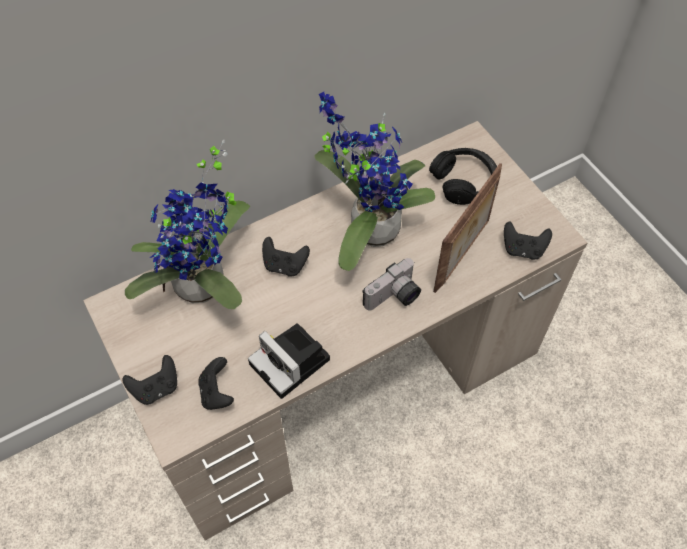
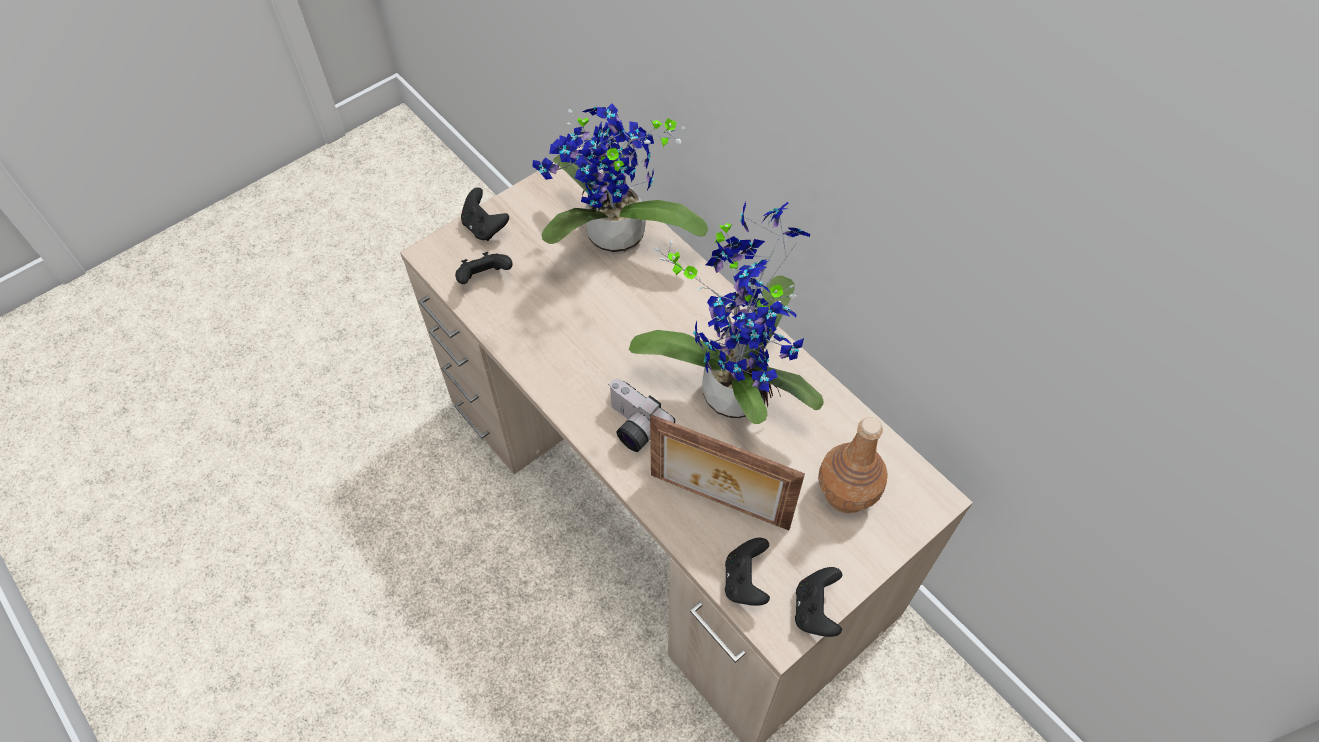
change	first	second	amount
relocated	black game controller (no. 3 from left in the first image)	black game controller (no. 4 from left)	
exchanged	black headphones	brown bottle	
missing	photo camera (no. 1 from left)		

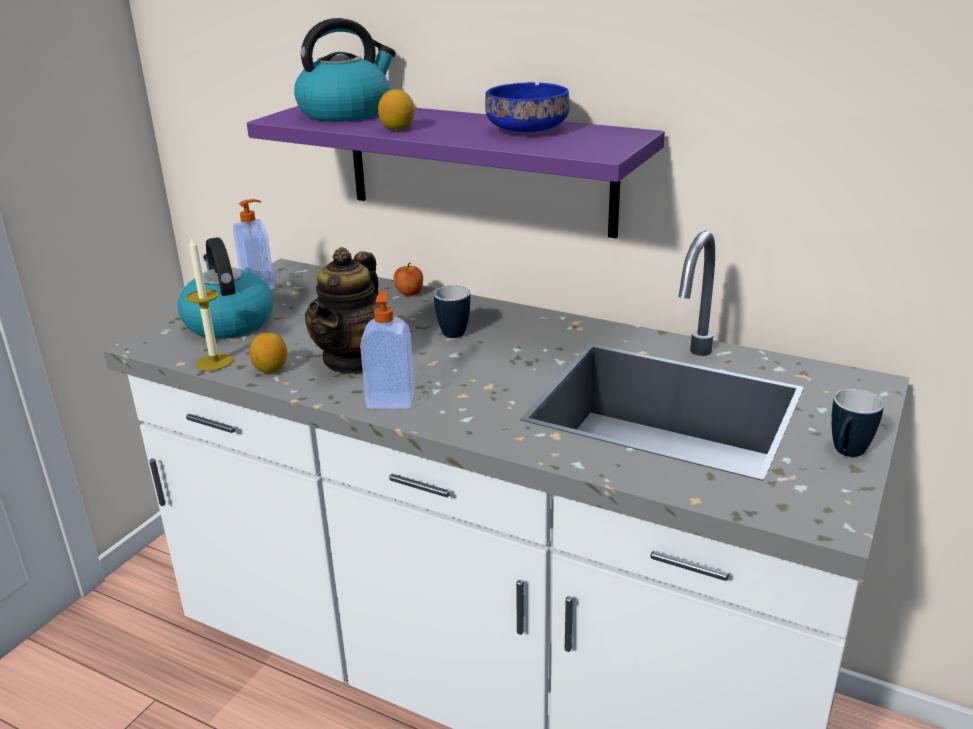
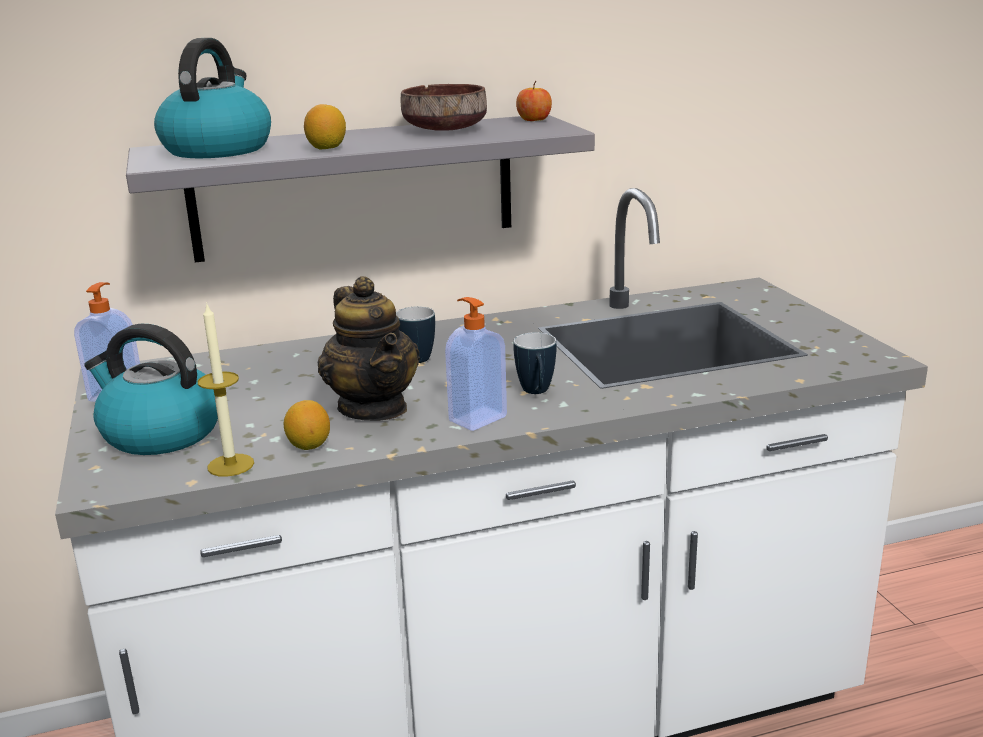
change	first	second	amount
colour	purple shelf	grey shelf	
colour	blue bowl	brown bowl	
relocated	mug (no. 2 from left)		
relocated	apple		

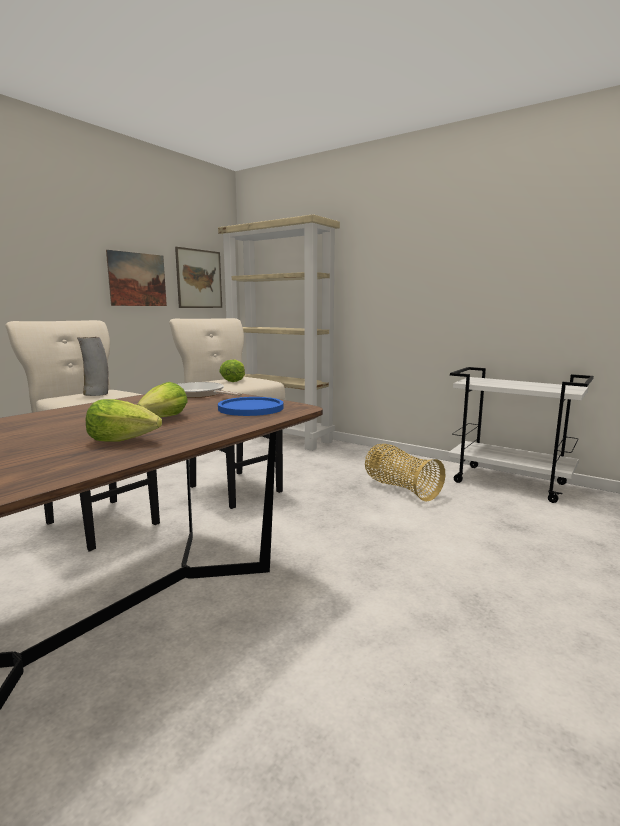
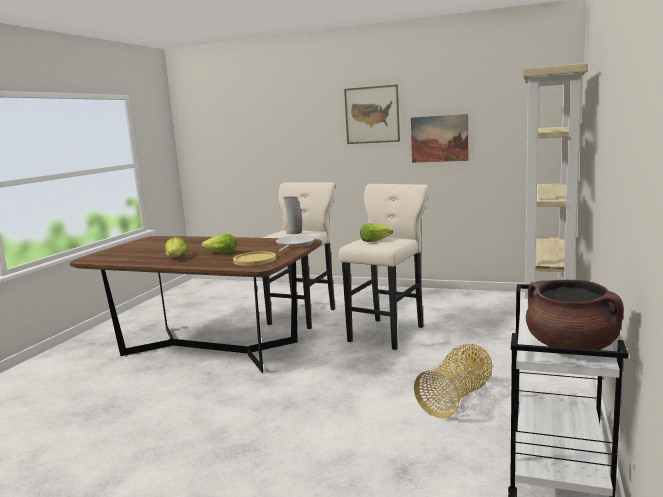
change	first	second	amount
colour	blue plate	yellow plate	
relocated	picture (no. 2 from left in the first image)	picture (no. 1 from left)	
appeared		brown cooking pot	

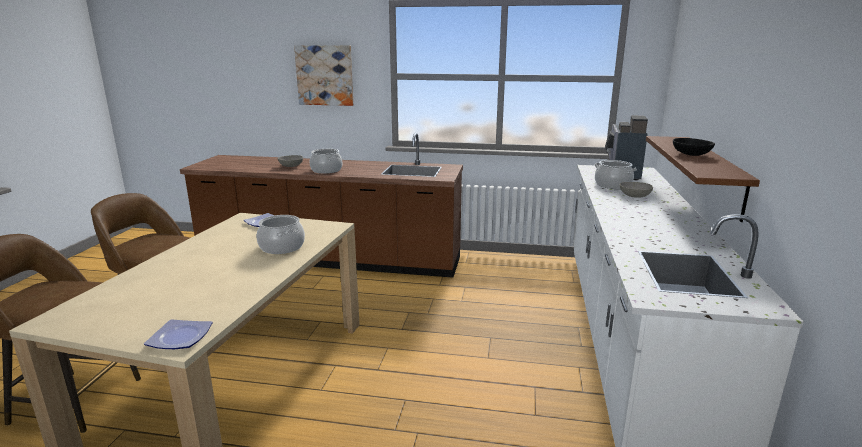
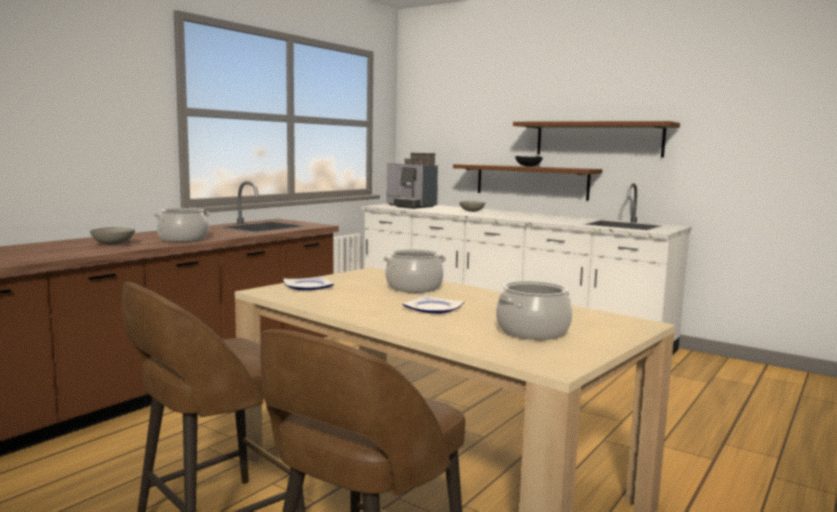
change	first	second	amount
relocated	plate (no. 1 from left in the first image)	plate (no. 2 from left)	
relocated	cooking pot (no. 3 from left)		
appeared		brown shelf (no. 2 from left)	
missing	picture		

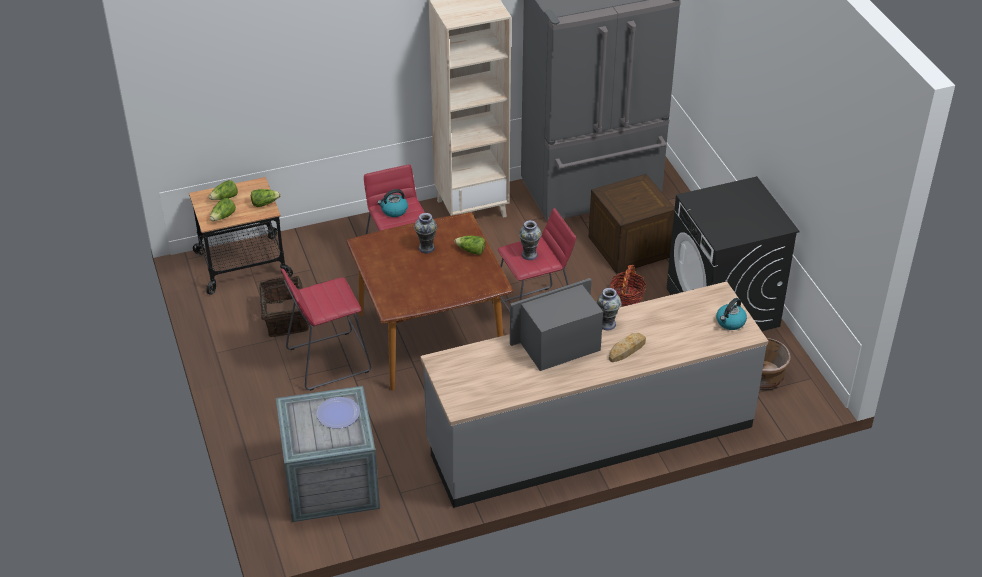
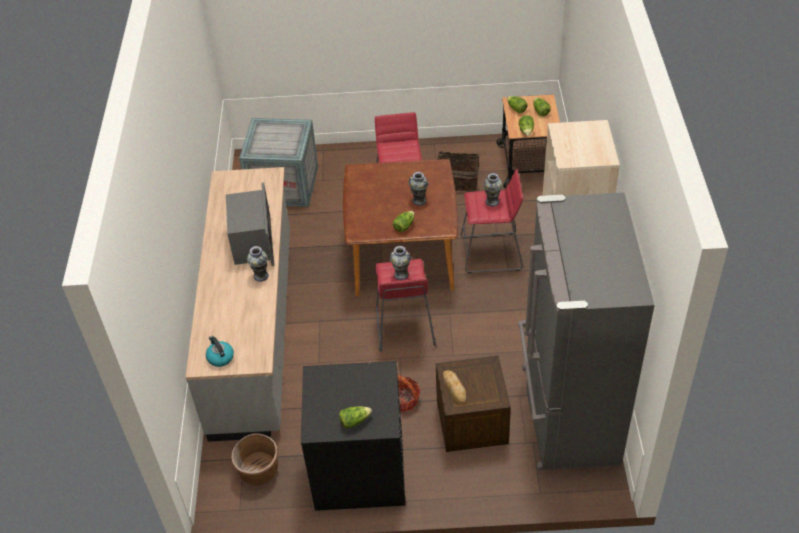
change	first	second	amount
appeared		lettuce (no. 1 from left)	
relocated	bread		
exchanged	kettle (no. 1 from left)	vase (no. 4 from left)	
missing	plate		

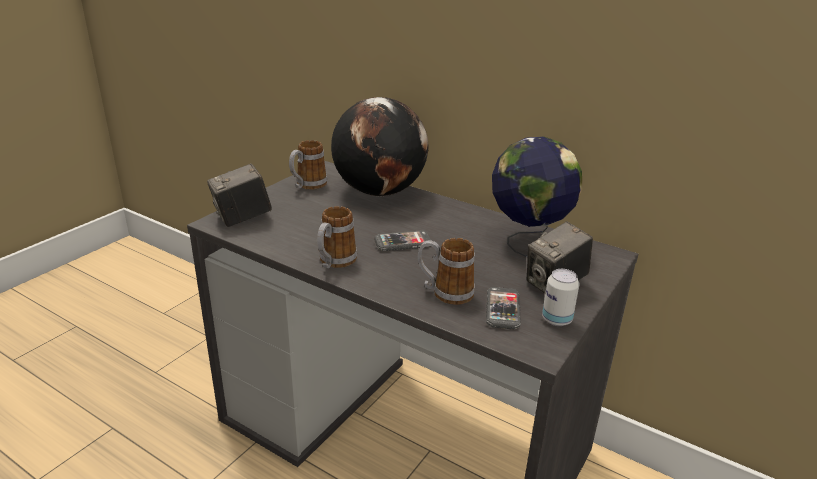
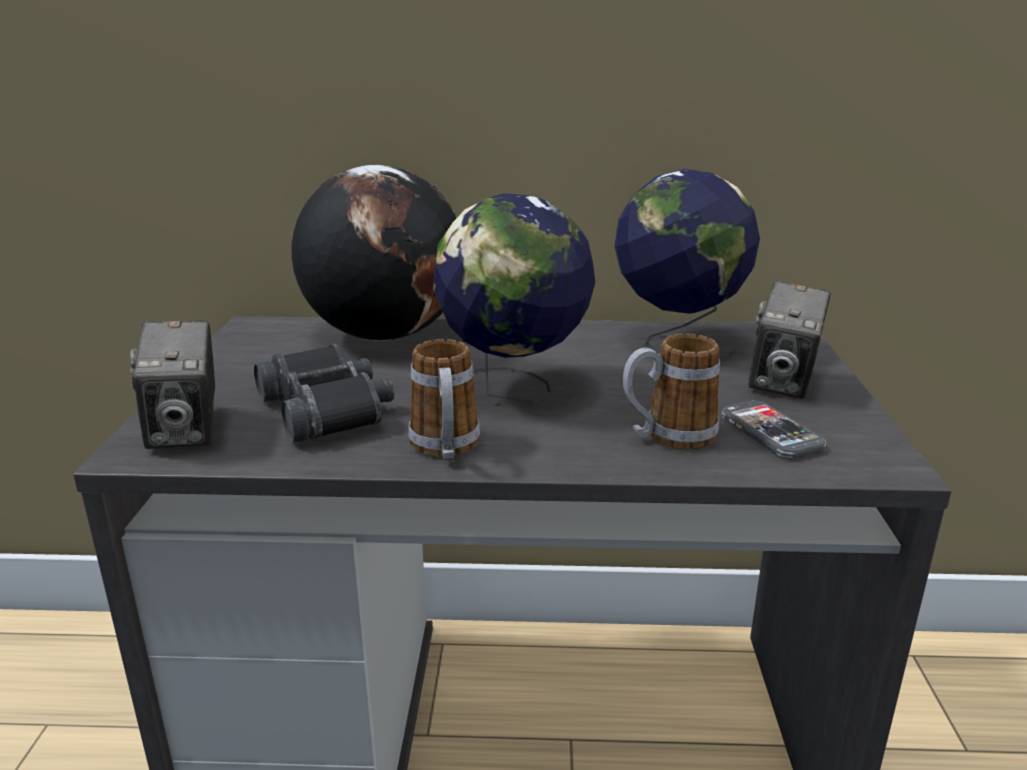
change	first	second	amount
spun	photo camera (no. 1 from left)		45 degrees counterclockwise
appeared		black binoculars	
exchanged	phone (no. 1 from left)	globe (no. 2 from left)	
missing	mug (no. 1 from left)		
missing	can		

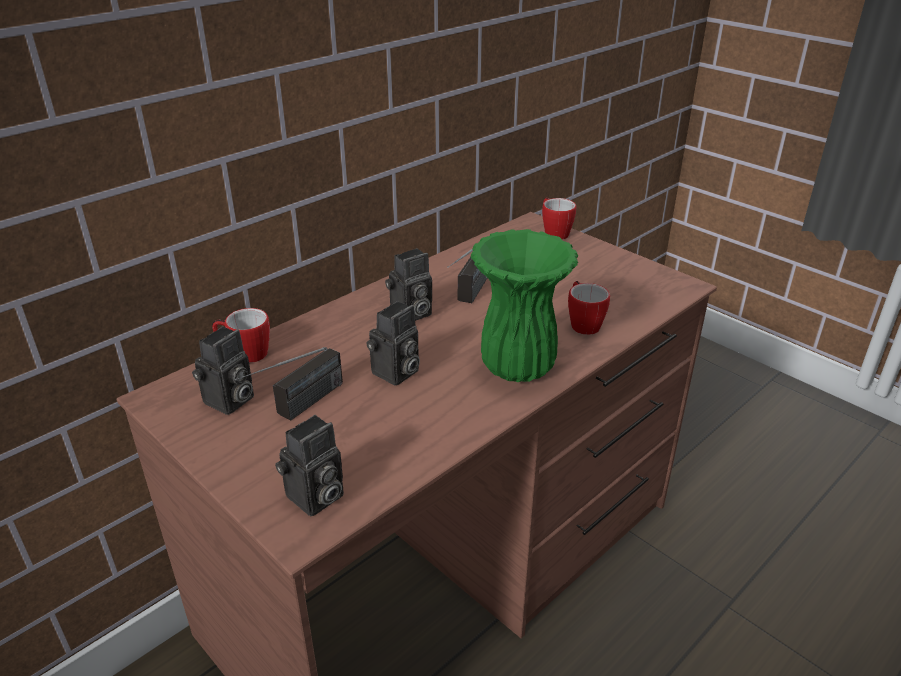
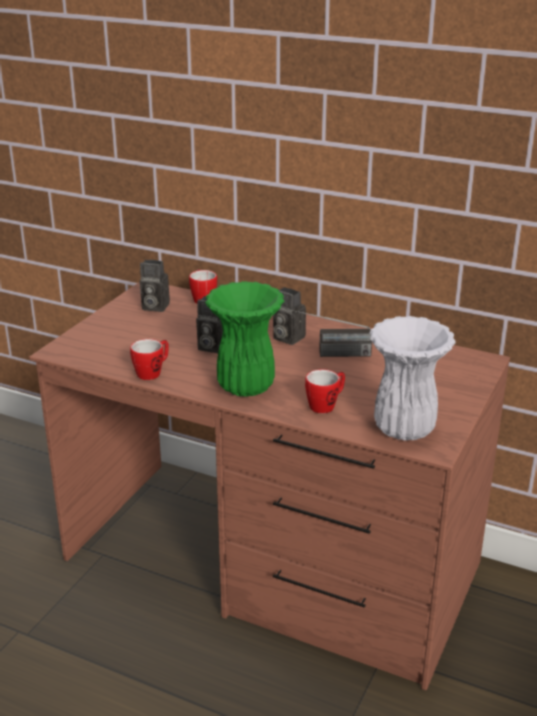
change	first	second	amount
relocated	mug (no. 2 from left in the first image)	mug (no. 1 from left)	
appeared		white vase	
missing	radio (no. 1 from left)		
missing	photo camera (no. 2 from left)		

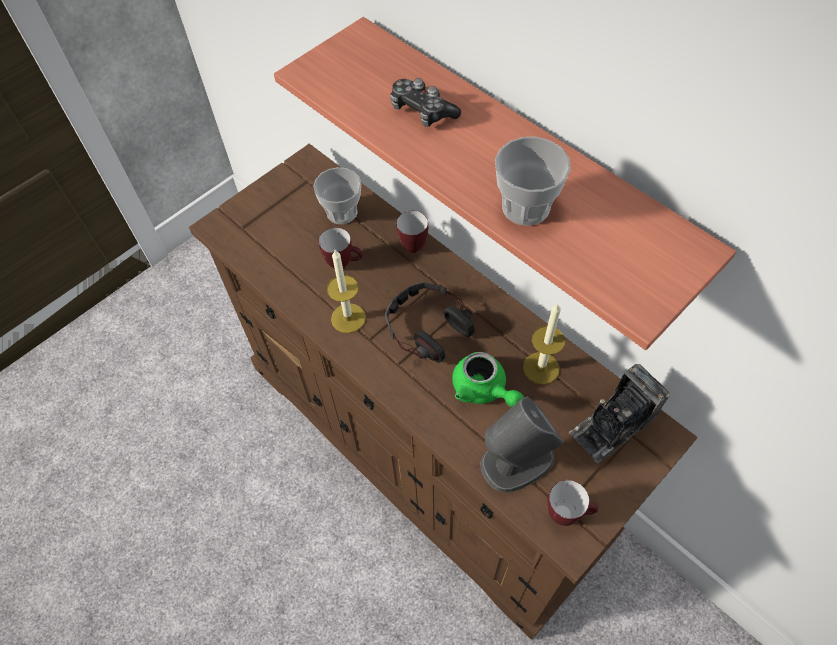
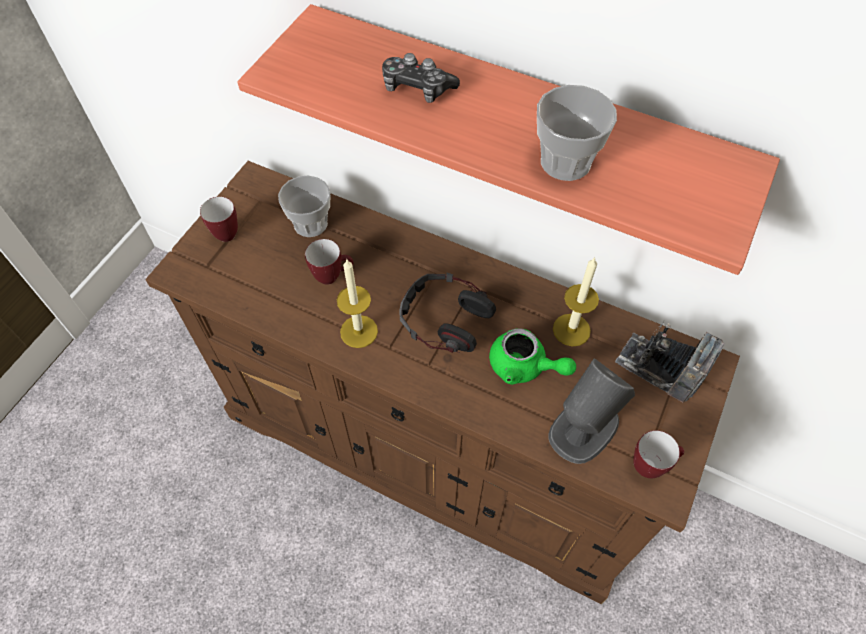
change	first	second	amount
relocated	mug (no. 2 from left in the first image)	mug (no. 1 from left)	
spun	photo camera		90 degrees clockwise

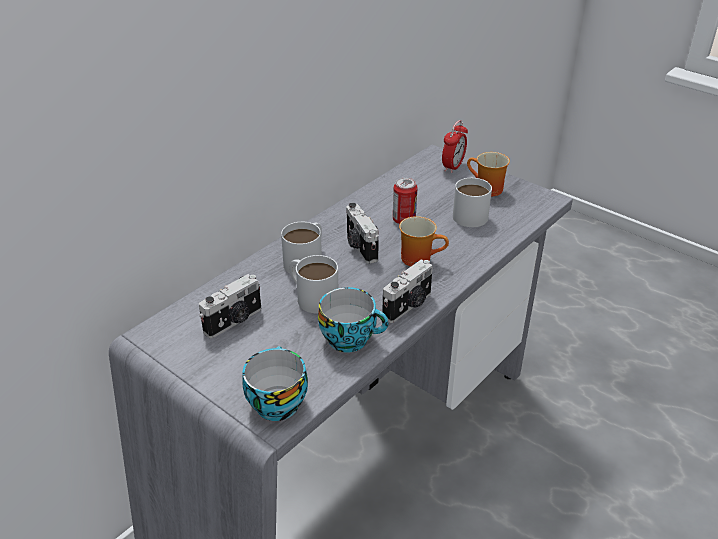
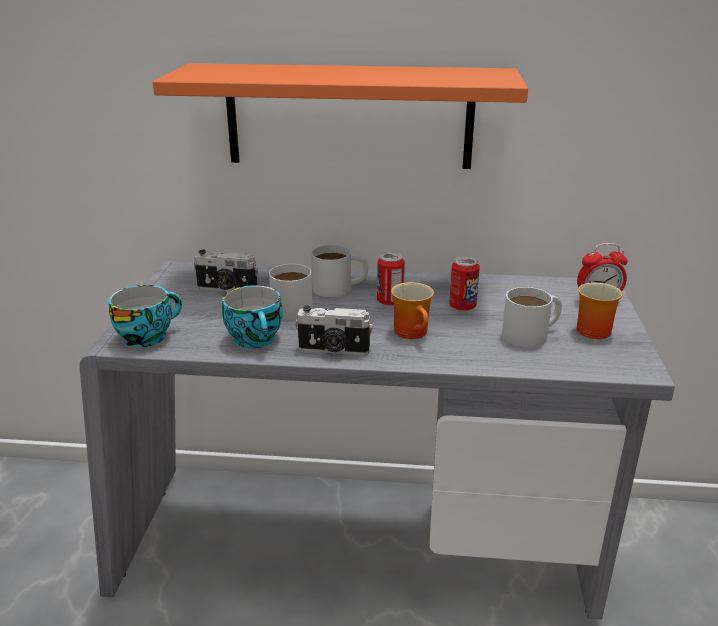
change	first	second	amount
appeared		orange shelf	
exchanged	photo camera (no. 2 from left)	can (no. 1 from left)	

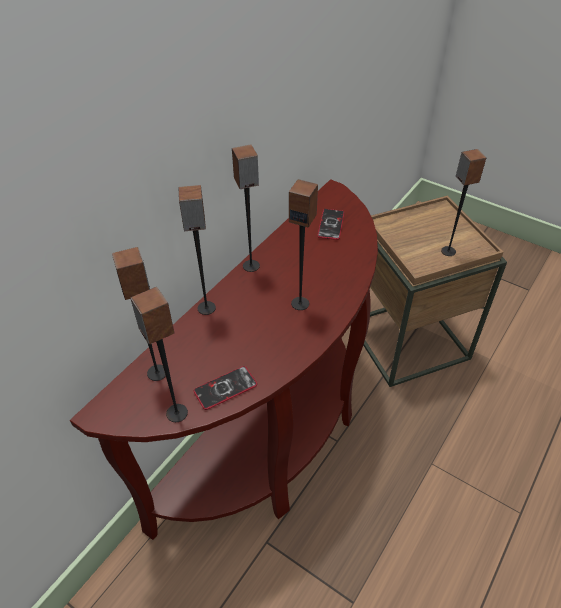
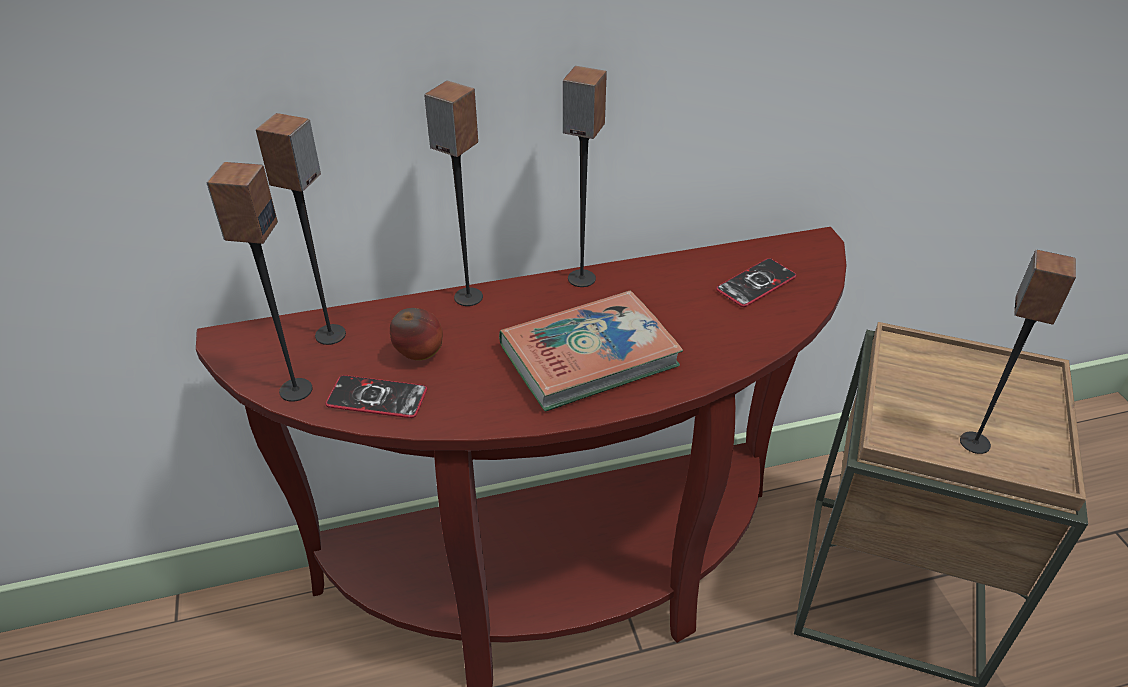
change	first	second	amount
appeared		apple	
exchanged	speaker (no. 5 from left)	book	

